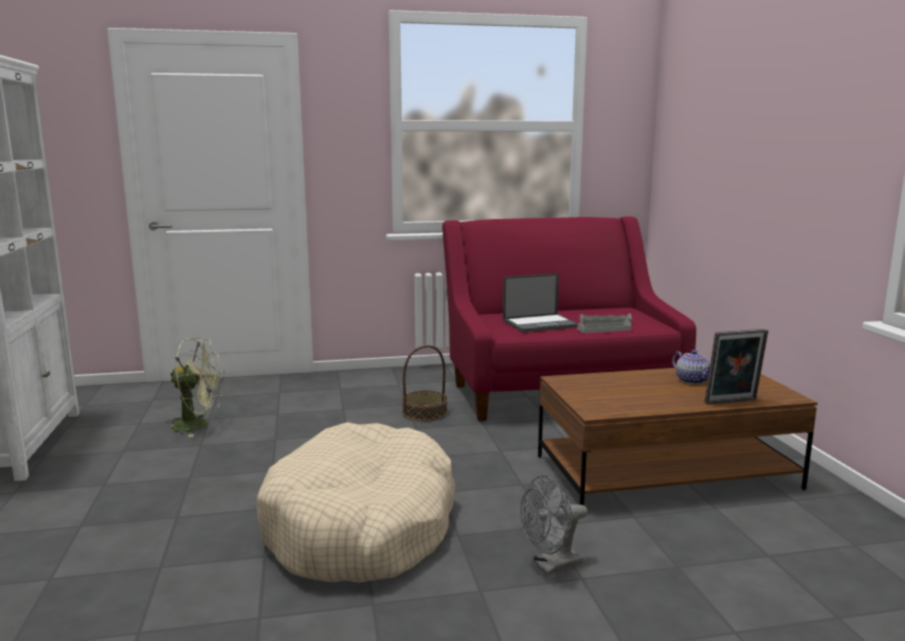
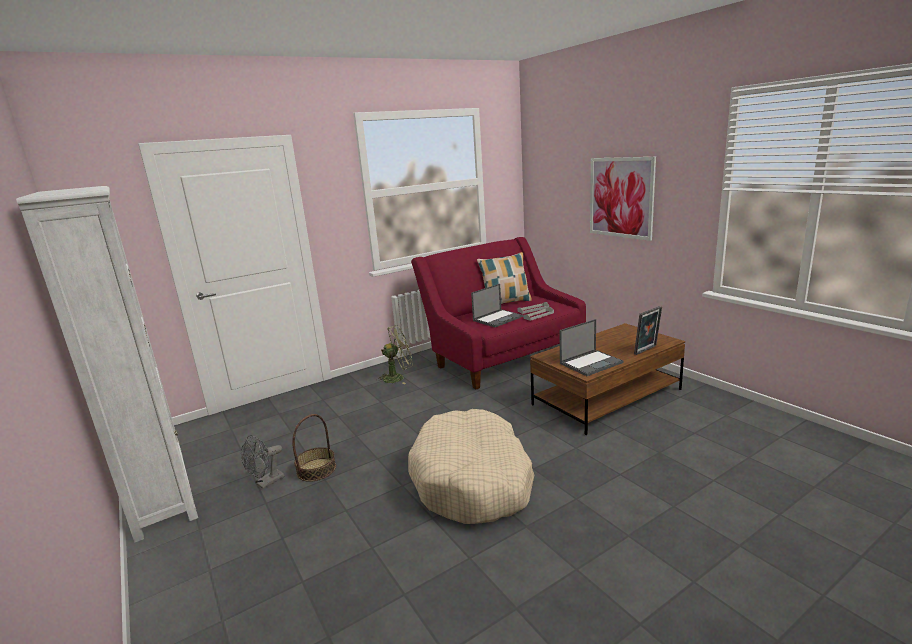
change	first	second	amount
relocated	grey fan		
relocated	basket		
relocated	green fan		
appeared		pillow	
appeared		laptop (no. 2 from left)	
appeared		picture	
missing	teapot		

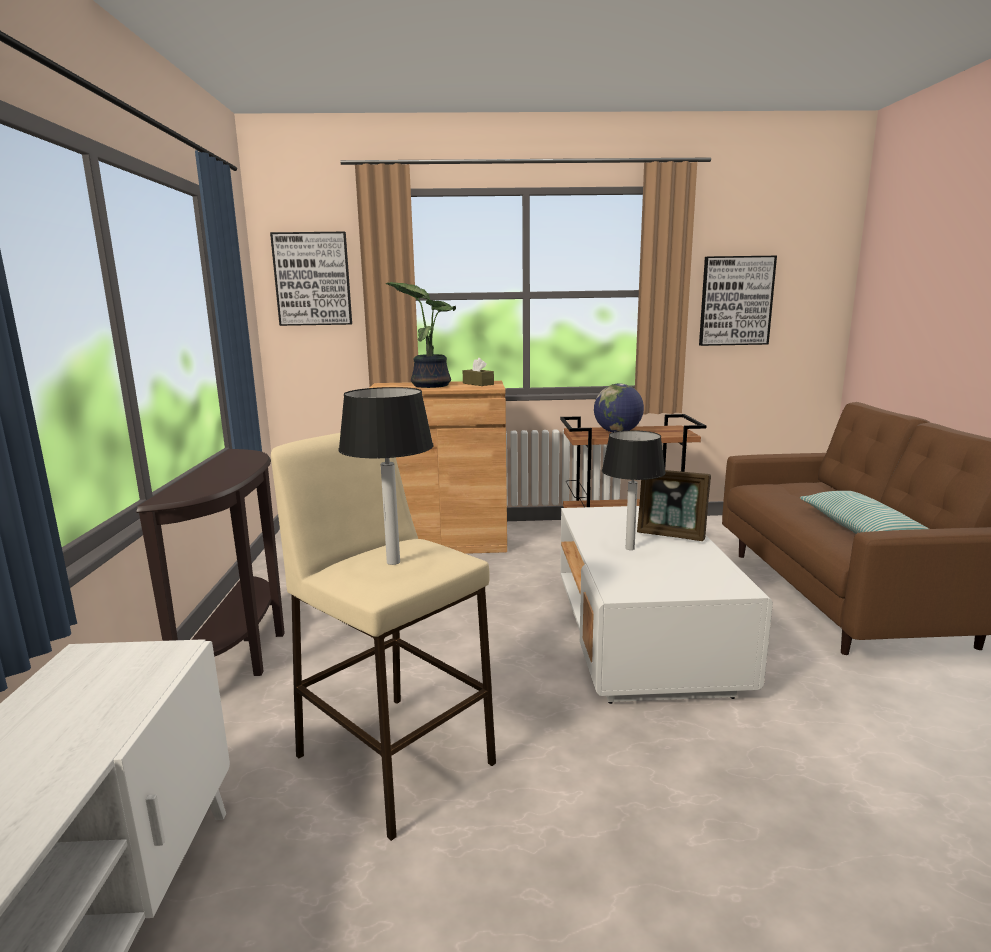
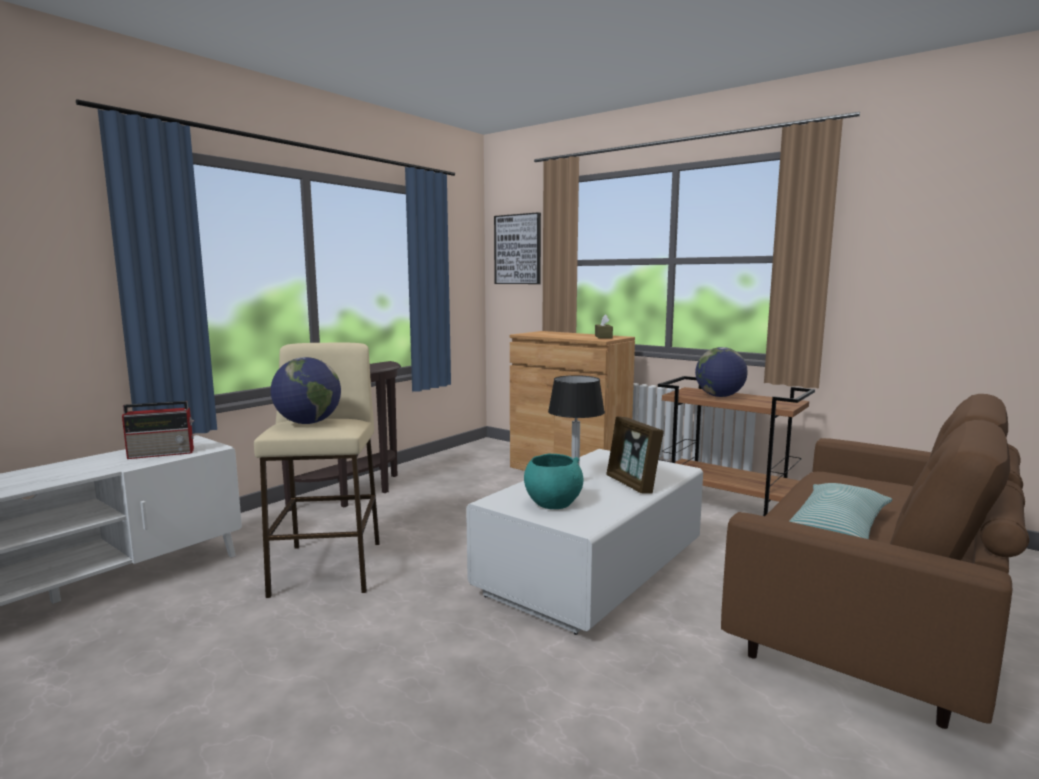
change	first	second	amount
appeared		radio	
exchanged	table lamp (no. 1 from left)	globe (no. 1 from left)	
appeared		turquoise bowl	
missing	potted plant		
missing	picture (no. 2 from left)		

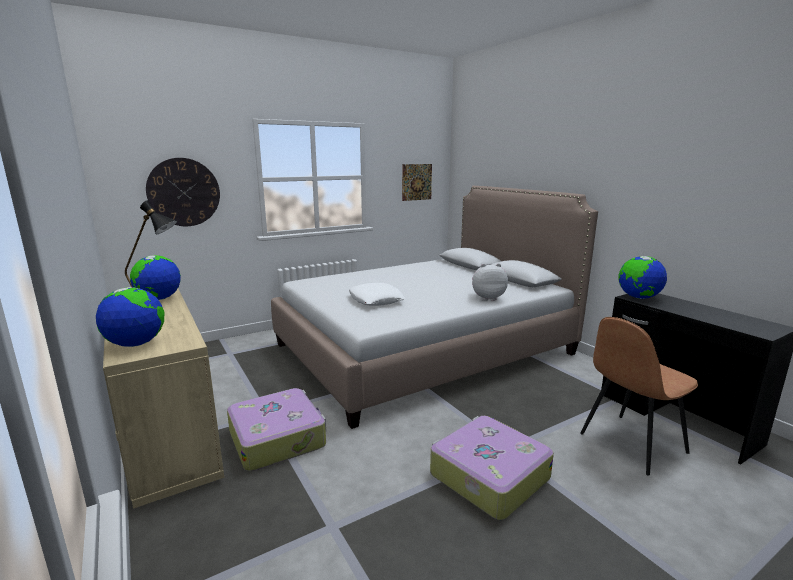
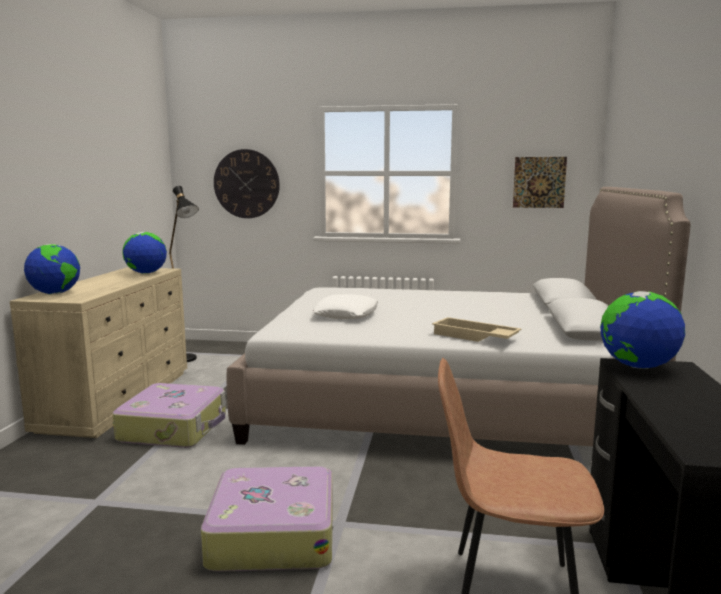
change	first	second	amount
exchanged	plush toy	beige tray	

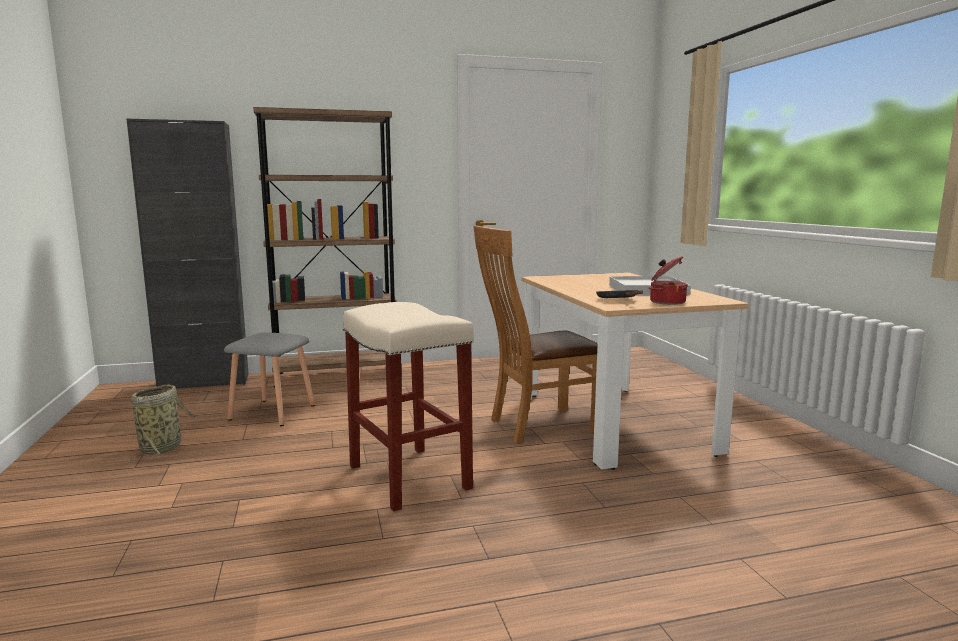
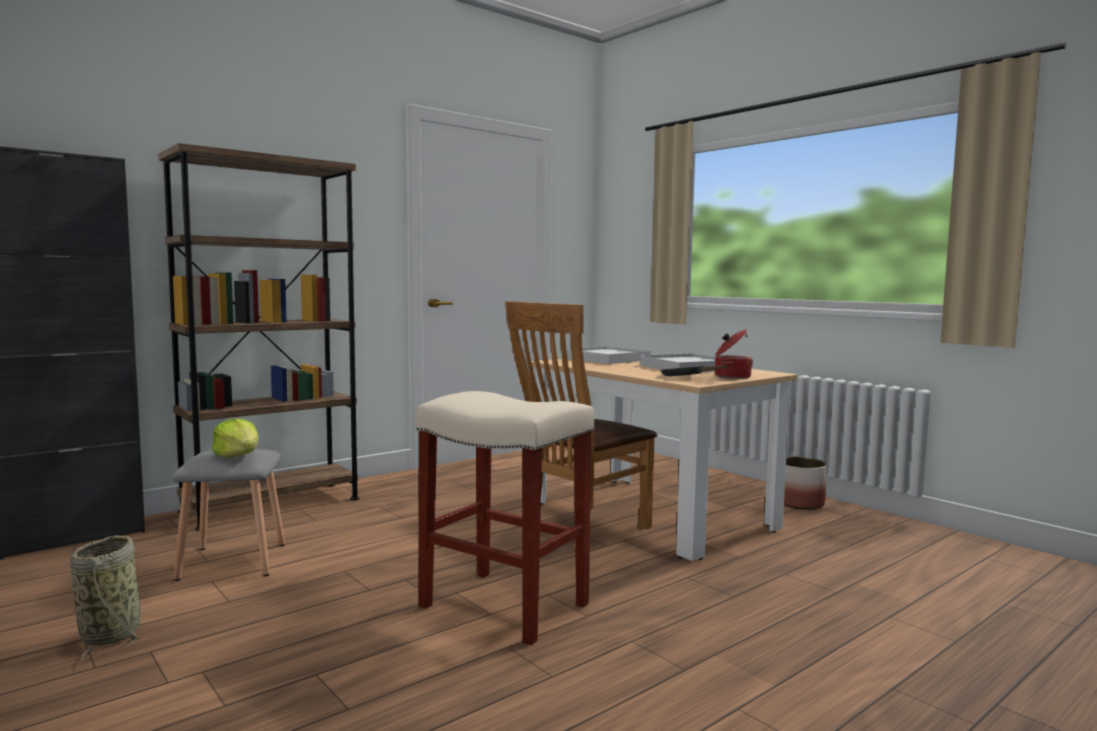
change	first	second	amount
appeared		lettuce	
appeared		white tray (no. 1 from left)	
appeared		planter	

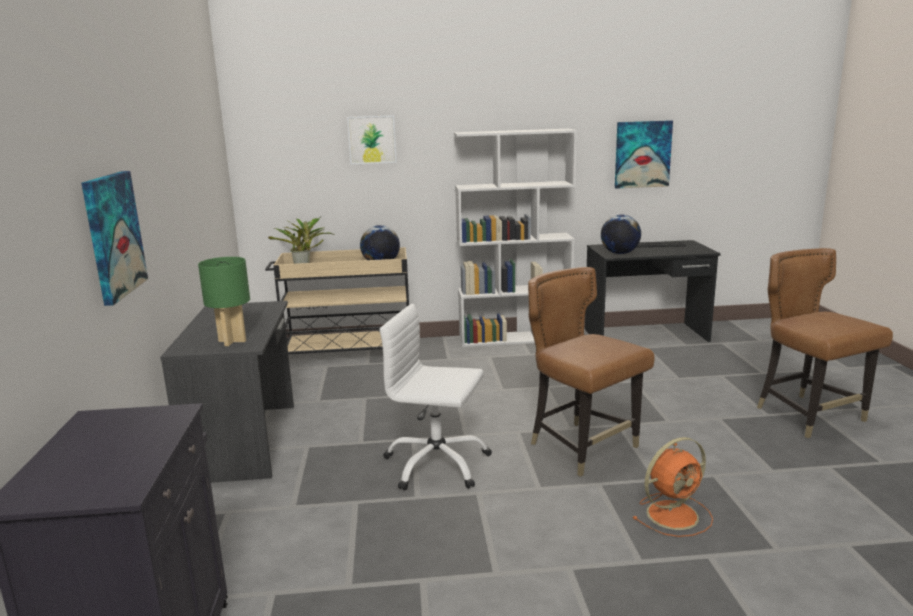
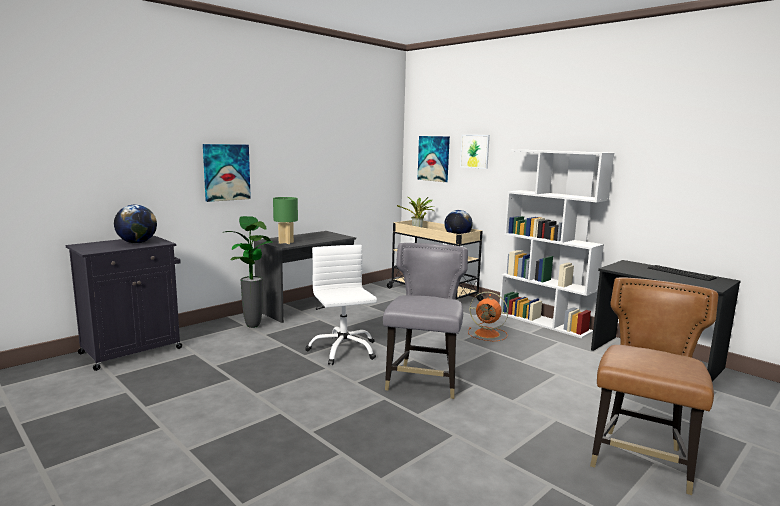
change	first	second	amount
relocated	globe (no. 2 from left in the first image)	globe (no. 1 from left)	
appeared		potted plant (no. 1 from left)	
colour	brown chair (no. 1 from left)	grey chair	
relocated	picture (no. 3 from left in the first image)	picture (no. 2 from left)	
relocated	orange fan		

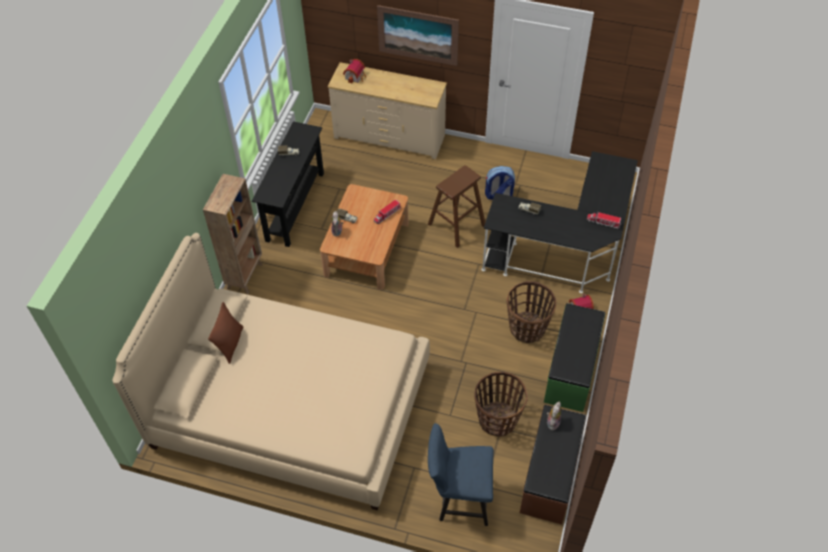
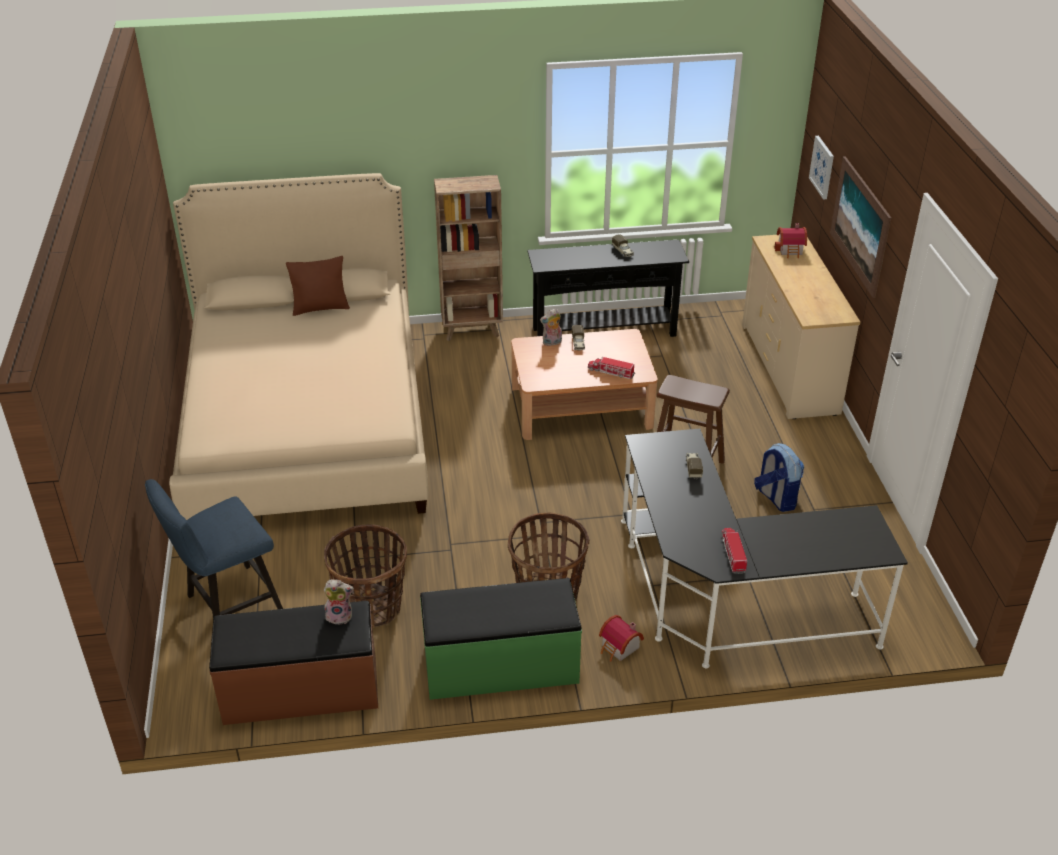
change	first	second	amount
spun	blue chair		105 degrees counterclockwise
appeared		picture (no. 1 from left)	

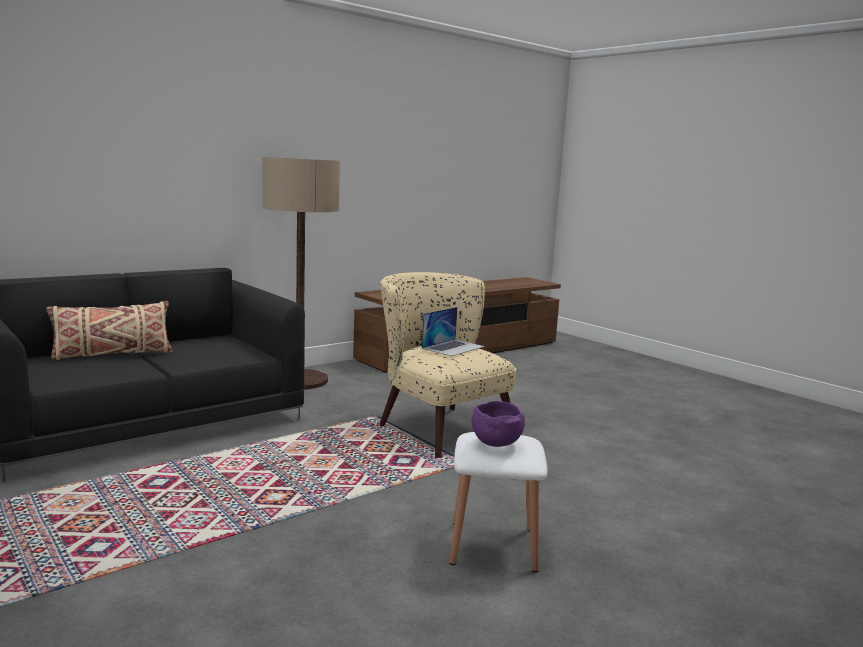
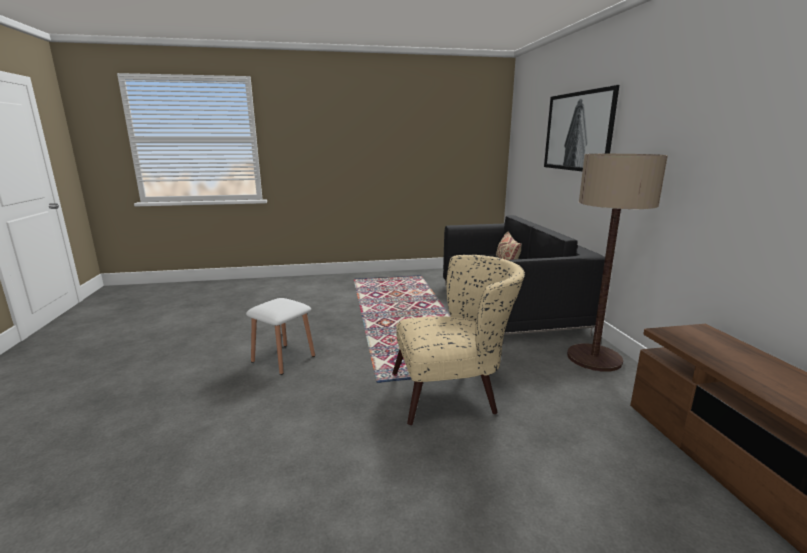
change	first	second	amount
appeared		picture	
missing	laptop		
missing	purple bowl		

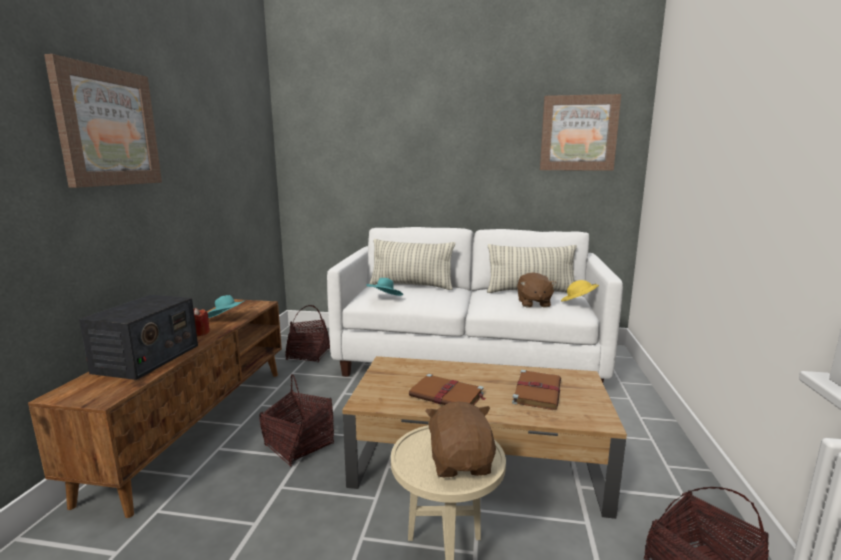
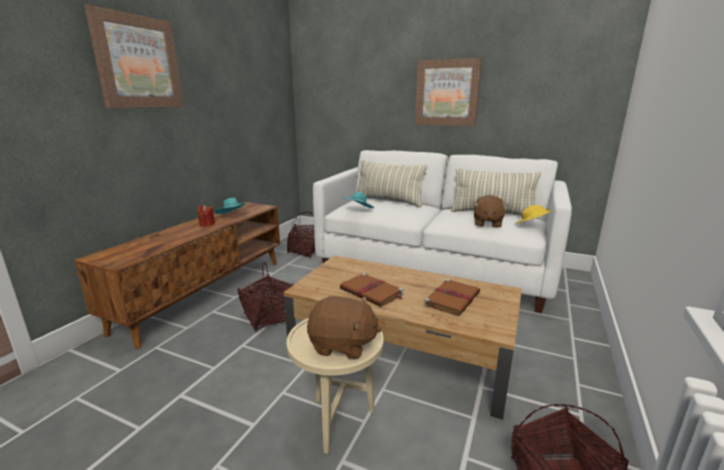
change	first	second	amount
spun	brown plush toy (no. 1 from left)		90 degrees clockwise
relocated	picture (no. 2 from left)		
missing	radio		

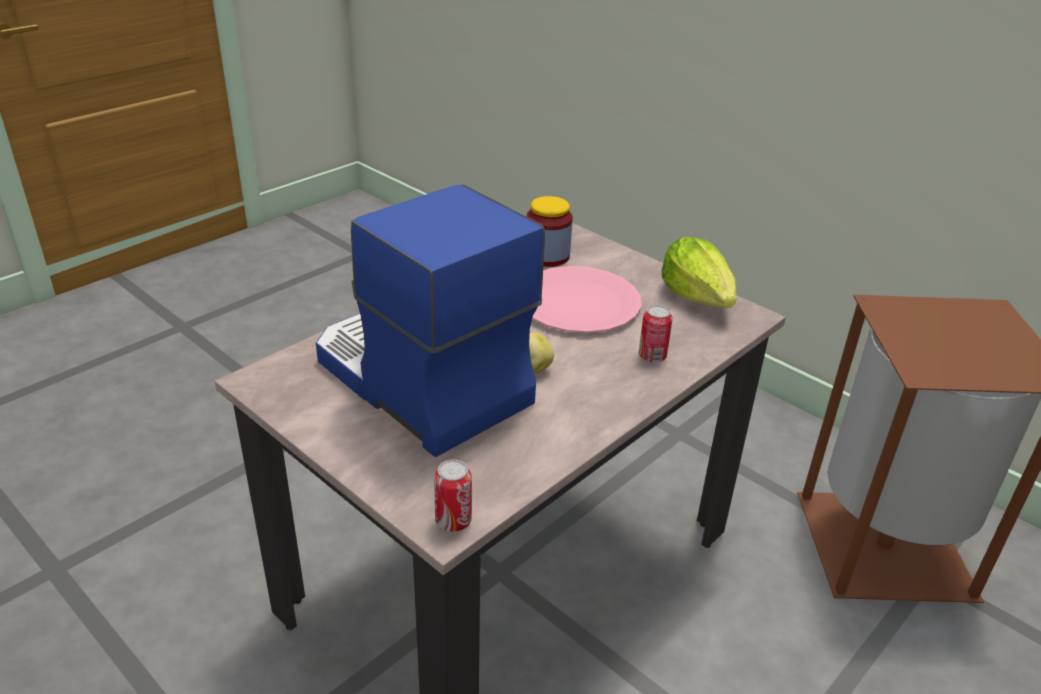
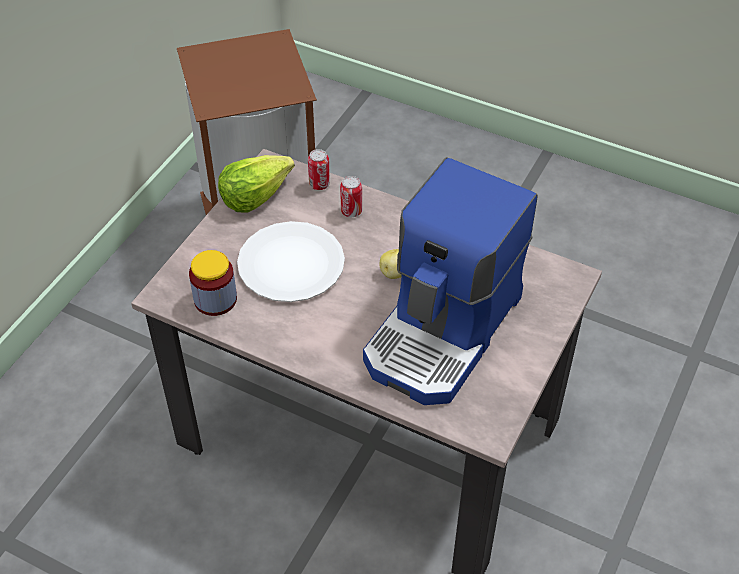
change	first	second	amount
colour	pink plate	white plate	
relocated	can (no. 1 from left)		

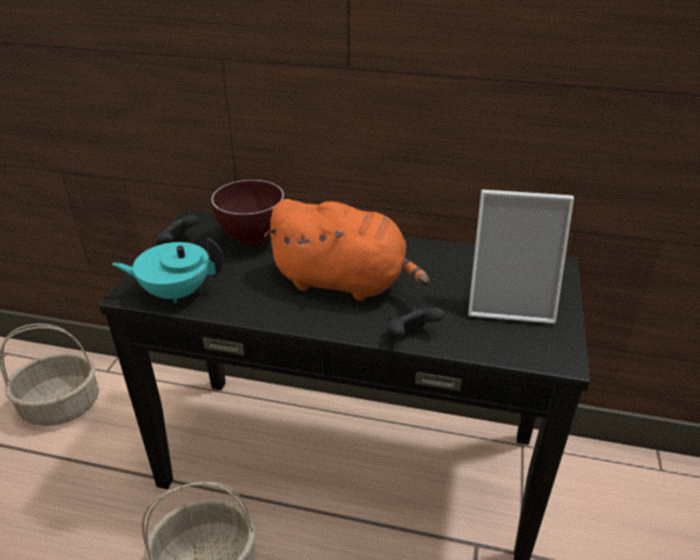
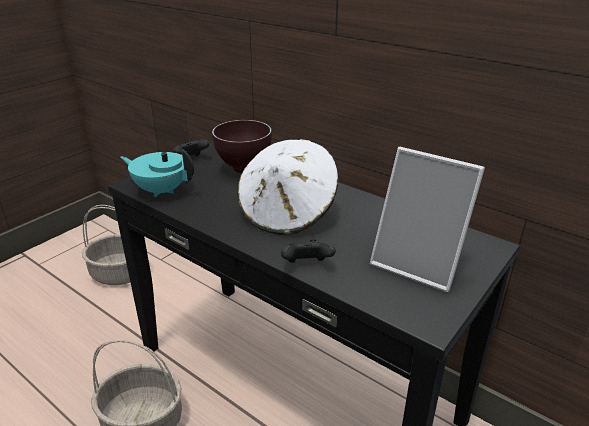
change	first	second	amount
exchanged	orange plush toy	white hat	

